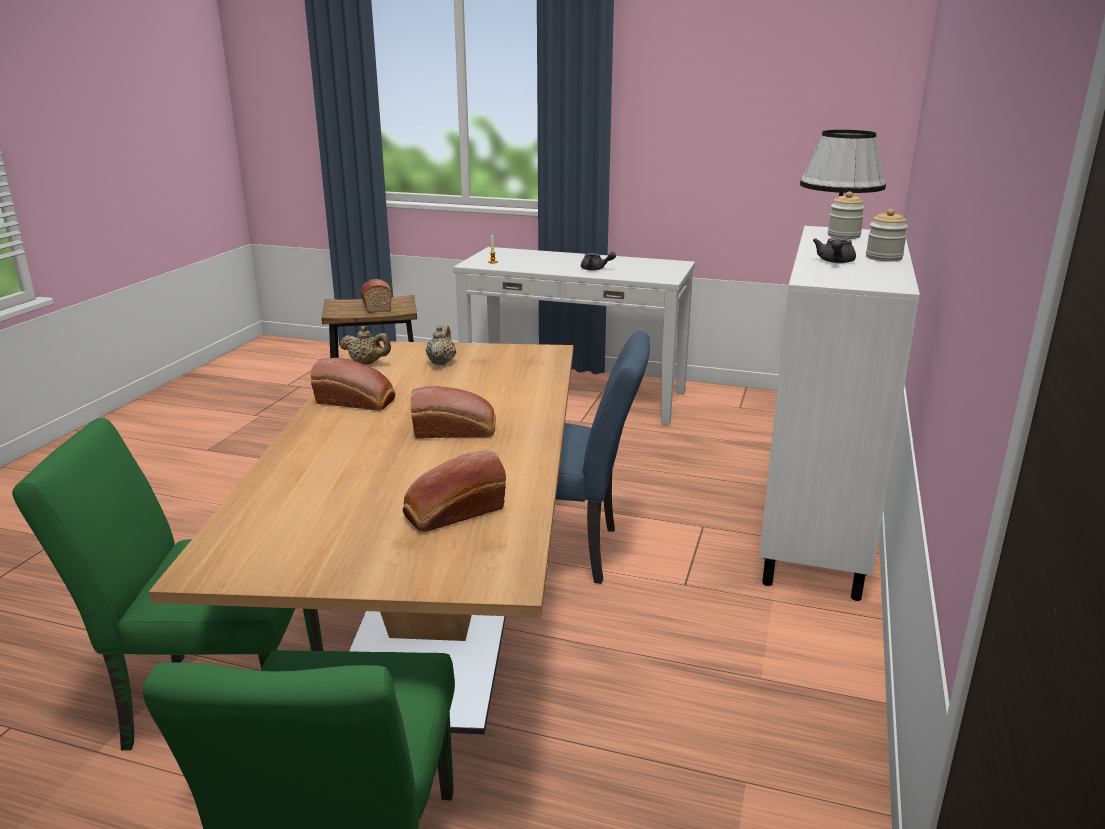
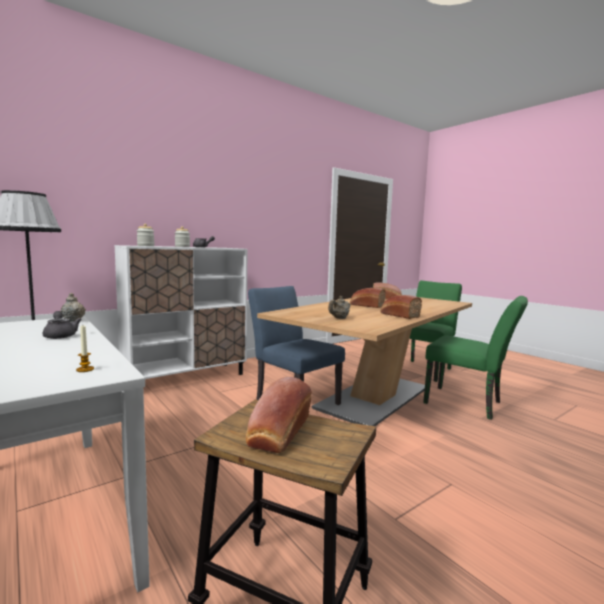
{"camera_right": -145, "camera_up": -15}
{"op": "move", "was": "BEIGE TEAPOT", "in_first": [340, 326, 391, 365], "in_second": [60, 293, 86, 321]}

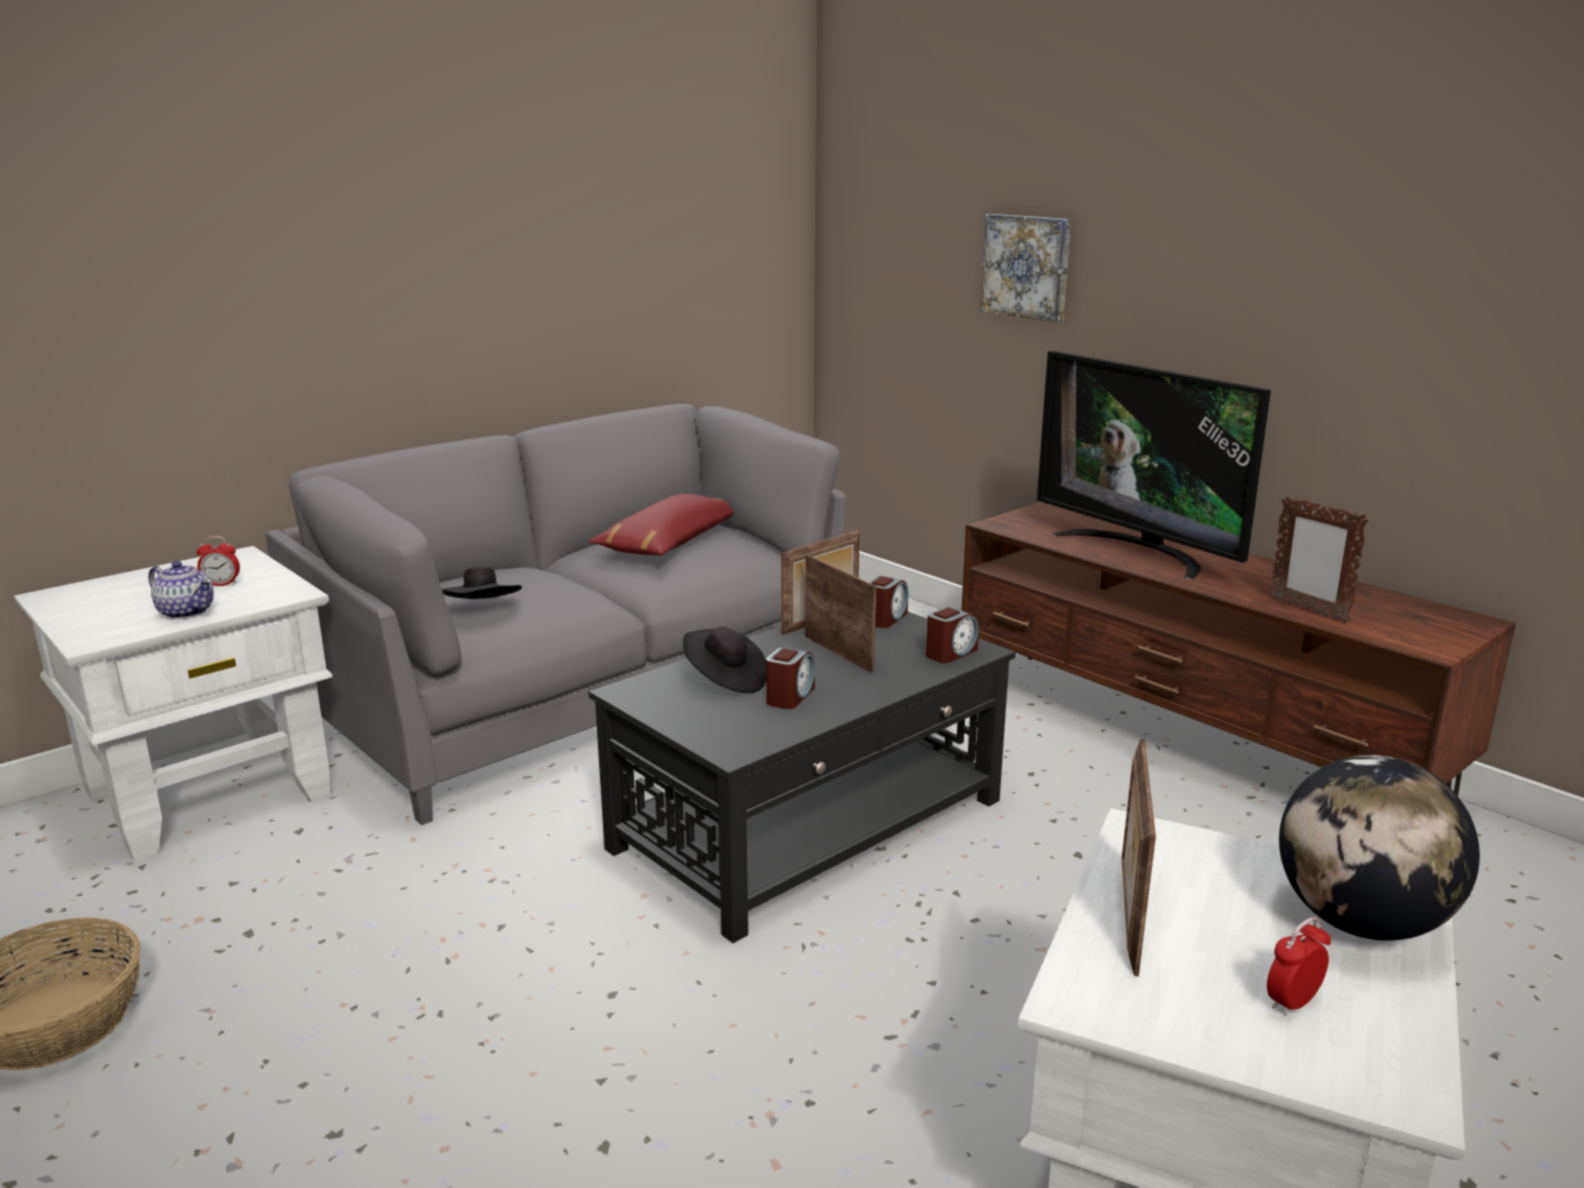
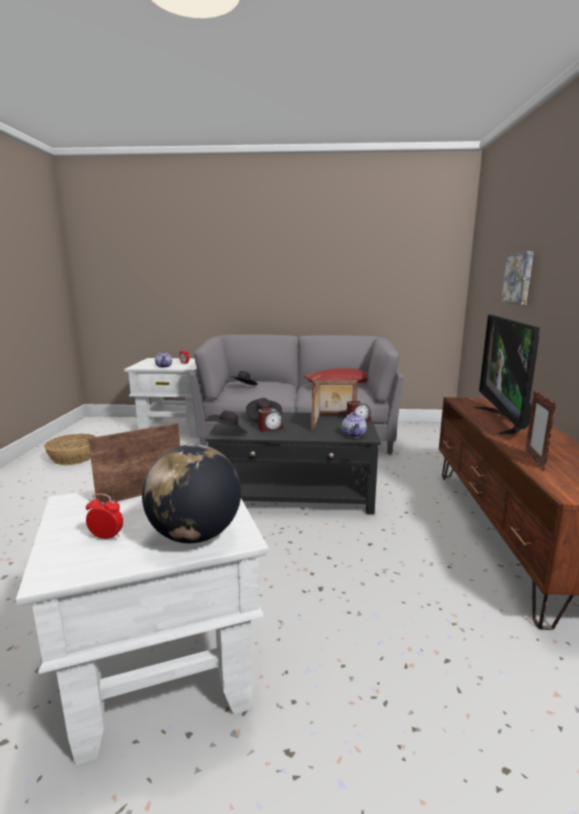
{"camera_right": 45, "camera_up": -5}
{"op": "insert", "now": "BLACK-COLOURED HAT", "in_second": [208, 410, 248, 433]}
{"op": "replace", "was": "TABLE CLOCK", "now": "TEAPOT", "in_first": [926, 607, 979, 663], "in_second": [342, 412, 367, 438]}

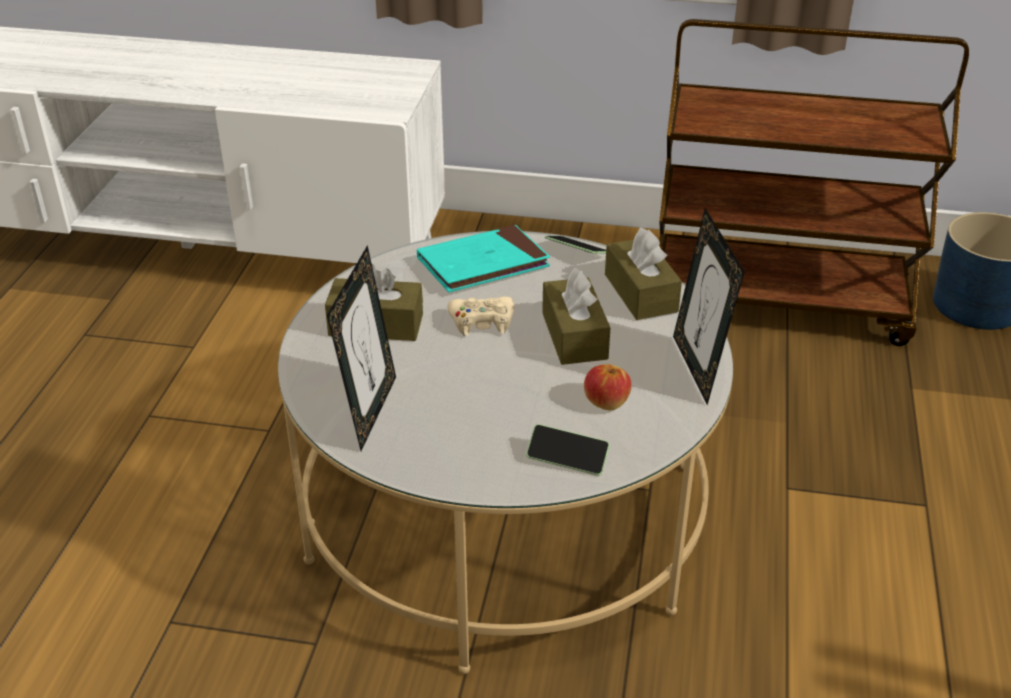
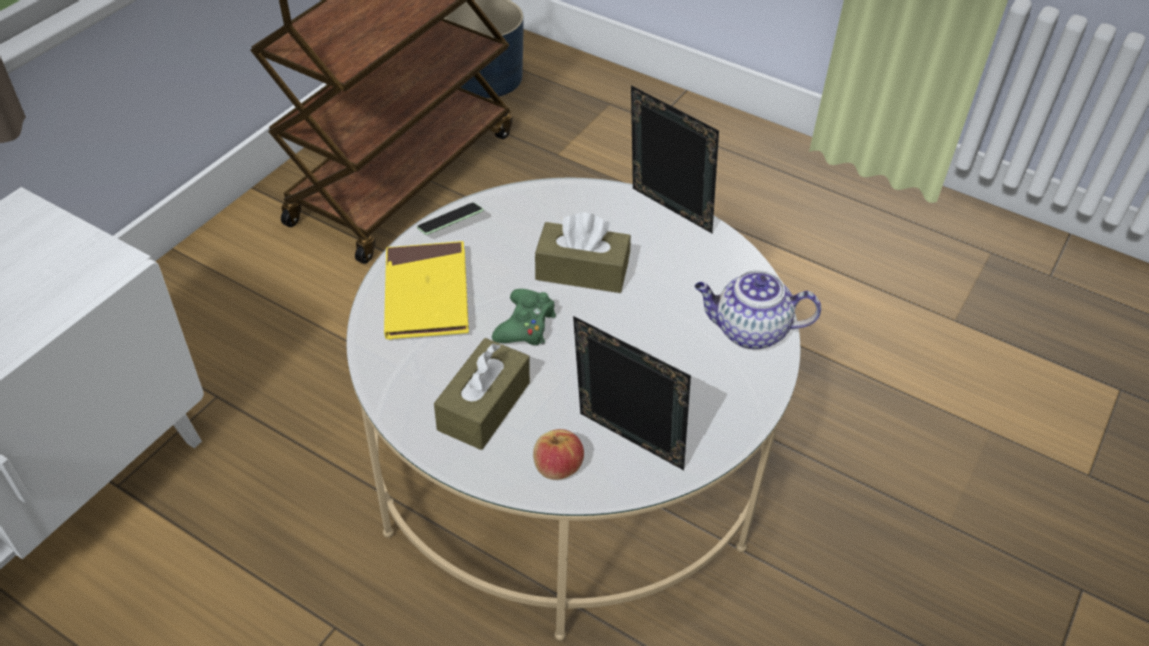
{"camera_right": -70, "camera_up": 10}
{"op": "recolor", "was": "TURQUOISE BOOK", "now": "YELLOW-COLOURED BOOK", "in_first": [417, 225, 550, 292], "in_second": [384, 241, 469, 340]}
{"op": "recolor", "was": "BEIGE GAME CONTROLLER", "now": "GREEN GAME CONTROLLER", "in_first": [447, 296, 514, 336], "in_second": [492, 289, 556, 345]}
{"op": "move", "was": "WHOLE APPLE", "in_first": [584, 364, 632, 410], "in_second": [533, 429, 584, 480]}
{"op": "rotate", "was": "STANDING FRAME", "in_first": [673, 208, 745, 405], "in_second": [631, 85, 719, 233], "clockwise": -150}
{"op": "replace", "was": "HANDSET", "now": "TEAPOT", "in_first": [526, 424, 610, 476], "in_second": [694, 270, 821, 350]}
{"op": "delete", "was": "BROWN TISSUE HOLDER", "in_first": [605, 228, 682, 320]}

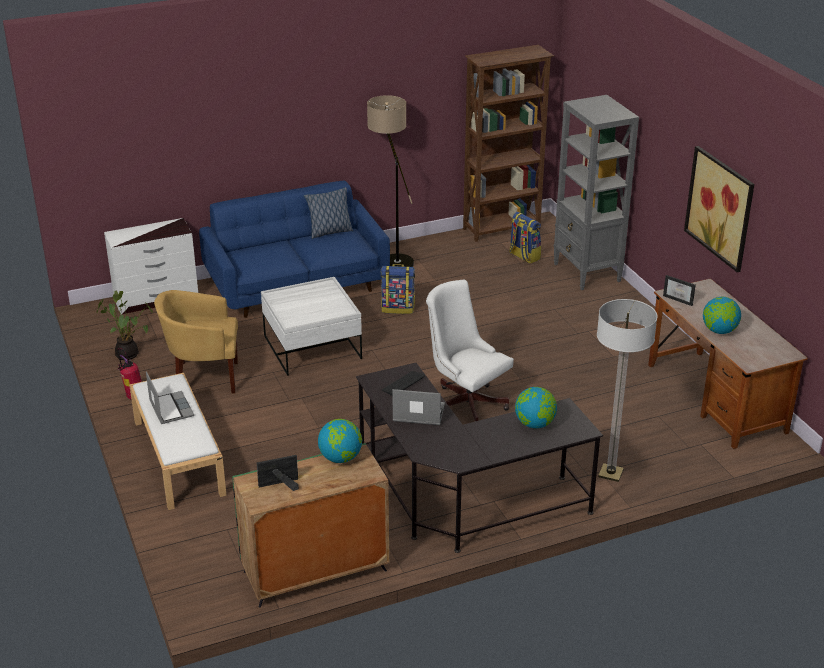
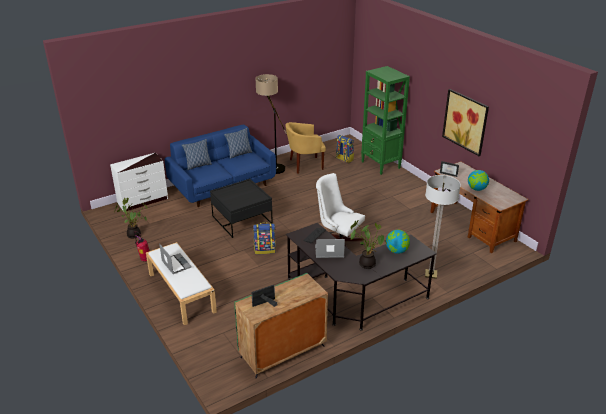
{"camera_right": -10, "camera_up": 0}
{"op": "insert", "now": "THROW PILLOW", "in_second": [181, 139, 212, 170]}
{"op": "recolor", "was": "WHITISH LOUNGE TABLE", "now": "BLACK-COLOURED LOUNGE TABLE", "in_first": [261, 277, 362, 376], "in_second": [210, 179, 273, 238]}
{"op": "move", "was": "BACKPACK", "in_first": [381, 264, 415, 314], "in_second": [253, 222, 276, 254]}
{"op": "move", "was": "YELLOW-COLOURED ARMCHAIR", "in_first": [154, 290, 238, 394], "in_second": [285, 122, 326, 174]}
{"op": "insert", "now": "POTTED PLANT", "in_second": [351, 220, 387, 269]}
{"op": "recolor", "was": "GRAY BOOKCASE", "now": "GREEN BOOKCASE", "in_first": [554, 95, 639, 290], "in_second": [361, 66, 410, 175]}
{"op": "delete", "was": "DESK GLOBE", "in_first": [318, 419, 362, 463]}
{"op": "delete", "was": "BROWN BOOKCASE", "in_first": [463, 45, 554, 242]}

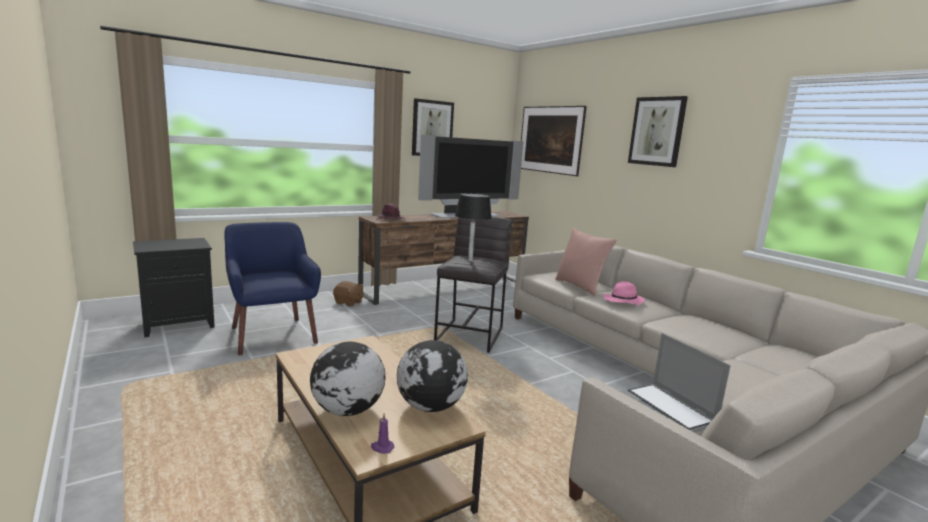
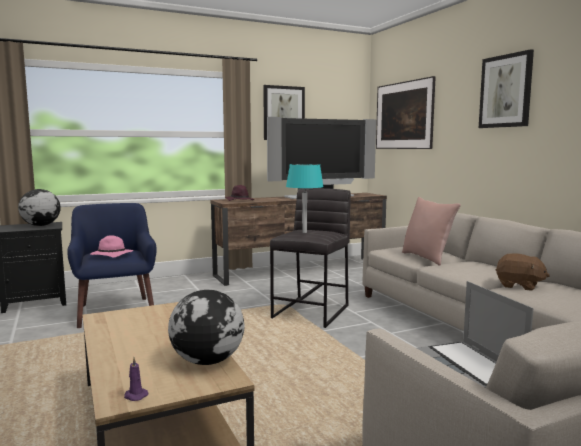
{"camera_right": 10, "camera_up": -5}
{"op": "move", "was": "DESK GLOBE", "in_first": [310, 342, 385, 416], "in_second": [18, 189, 61, 226]}
{"op": "move", "was": "PINKISH HAT", "in_first": [603, 281, 645, 305], "in_second": [90, 235, 133, 258]}
{"op": "recolor", "was": "BLACK-COLOURED TABLE LAMP", "now": "TURQUOISE TABLE LAMP", "in_first": [455, 193, 492, 262], "in_second": [286, 164, 324, 233]}
{"op": "move", "was": "BROWN CUDDLY TOY", "in_first": [333, 281, 363, 307], "in_second": [496, 253, 550, 291]}

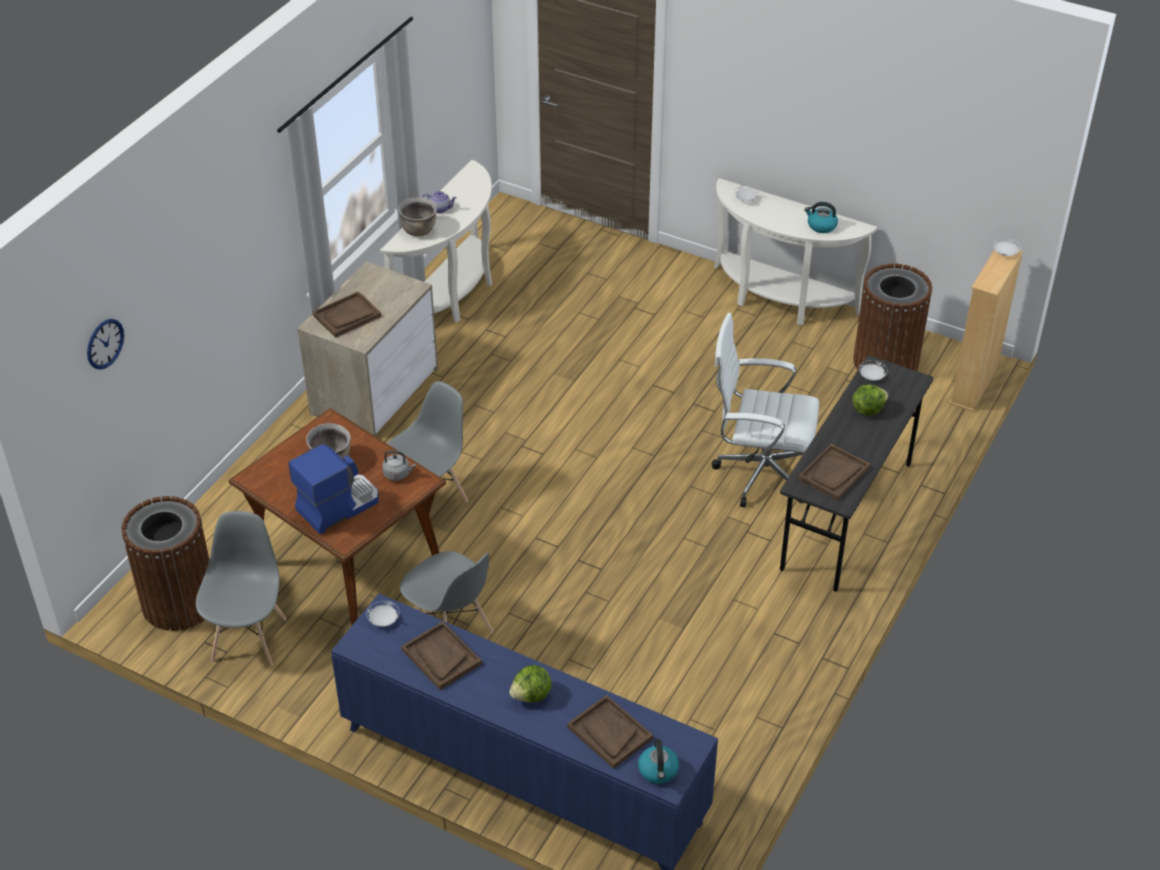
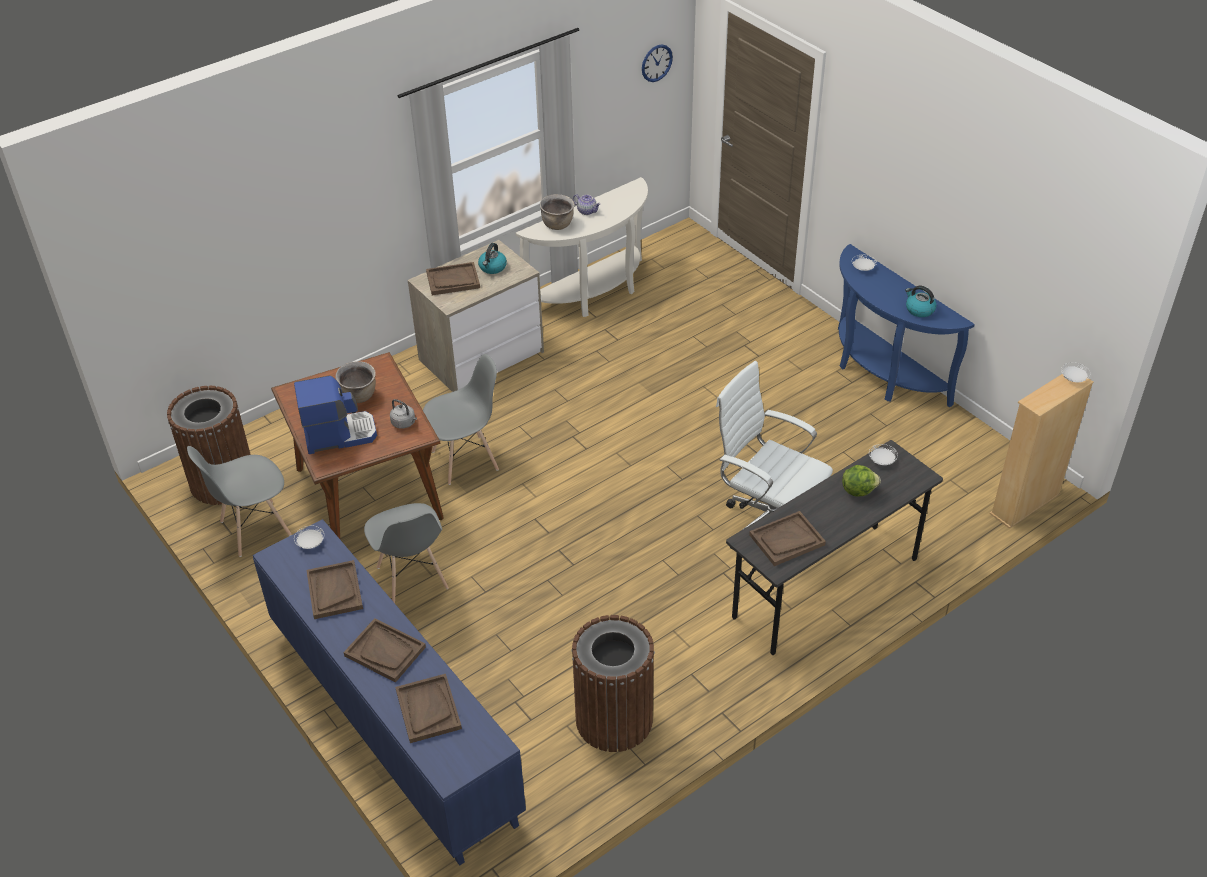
{"camera_right": 25, "camera_up": 0}
{"op": "rotate", "was": "GRAY UPRIGHT CHAIR", "in_first": [196, 511, 287, 666], "in_second": [187, 446, 292, 557], "clockwise": -150}
{"op": "replace", "was": "HEAD OF LETTUCE", "now": "BROWN CARRYING TRAY", "in_first": [509, 665, 552, 703], "in_second": [344, 618, 426, 683]}
{"op": "move", "was": "KETTLE", "in_first": [638, 739, 679, 784], "in_second": [478, 243, 507, 274]}
{"op": "move", "was": "BROWN RUBBISH BIN", "in_first": [853, 264, 932, 371], "in_second": [572, 615, 655, 752]}
{"op": "move", "was": "HANGING CLOCK", "in_first": [87, 319, 124, 370], "in_second": [642, 44, 673, 82]}
{"op": "recolor", "was": "WHITISH NARROW TABLE", "now": "BLUE NARROW TABLE", "in_first": [714, 178, 878, 325], "in_second": [838, 244, 975, 407]}

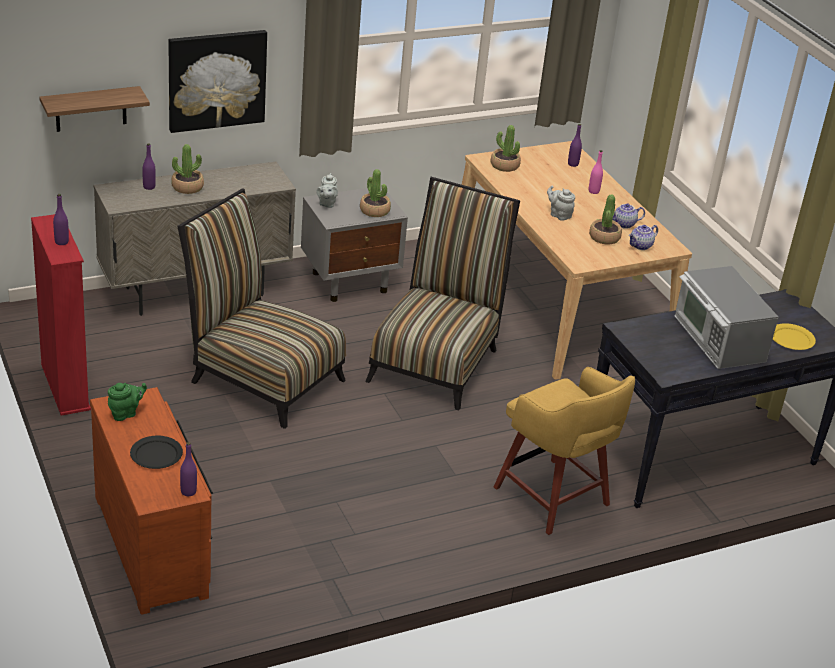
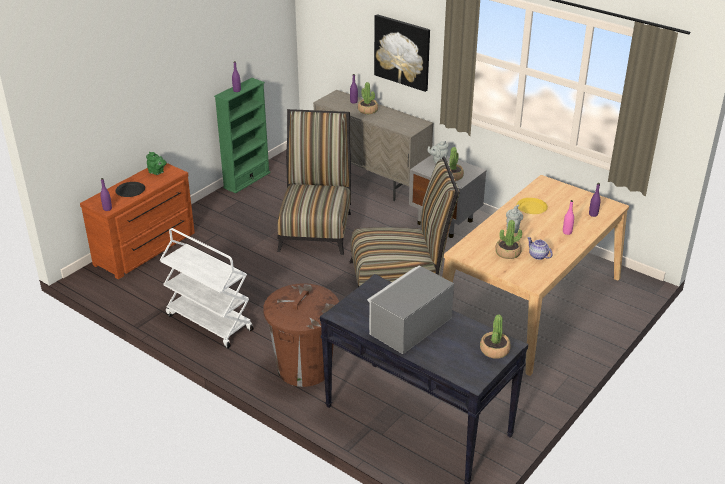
{"camera_right": 65, "camera_up": 0}
{"op": "insert", "now": "WHITISH WHEELED CART", "in_second": [160, 228, 254, 348]}
{"op": "recolor", "was": "REDDISH BOOKCASE", "now": "GREEN BOOKCASE", "in_first": [31, 214, 91, 416], "in_second": [214, 78, 271, 193]}
{"op": "replace", "was": "YELLOW-COLOURED SITTING STOOL", "now": "BROWN RUBBISH BIN", "in_first": [494, 367, 635, 535], "in_second": [263, 283, 339, 387]}
{"op": "move", "was": "POTTED PLANT", "in_first": [491, 125, 521, 172], "in_second": [480, 315, 511, 359]}
{"op": "move", "was": "YELLOW-COLOURED FLAT DISH", "in_first": [773, 323, 816, 350], "in_second": [517, 198, 548, 214]}
{"op": "delete", "was": "SHELF", "in_first": [39, 86, 150, 132]}
{"op": "delete", "was": "TEAPOT", "in_first": [629, 225, 658, 250]}

